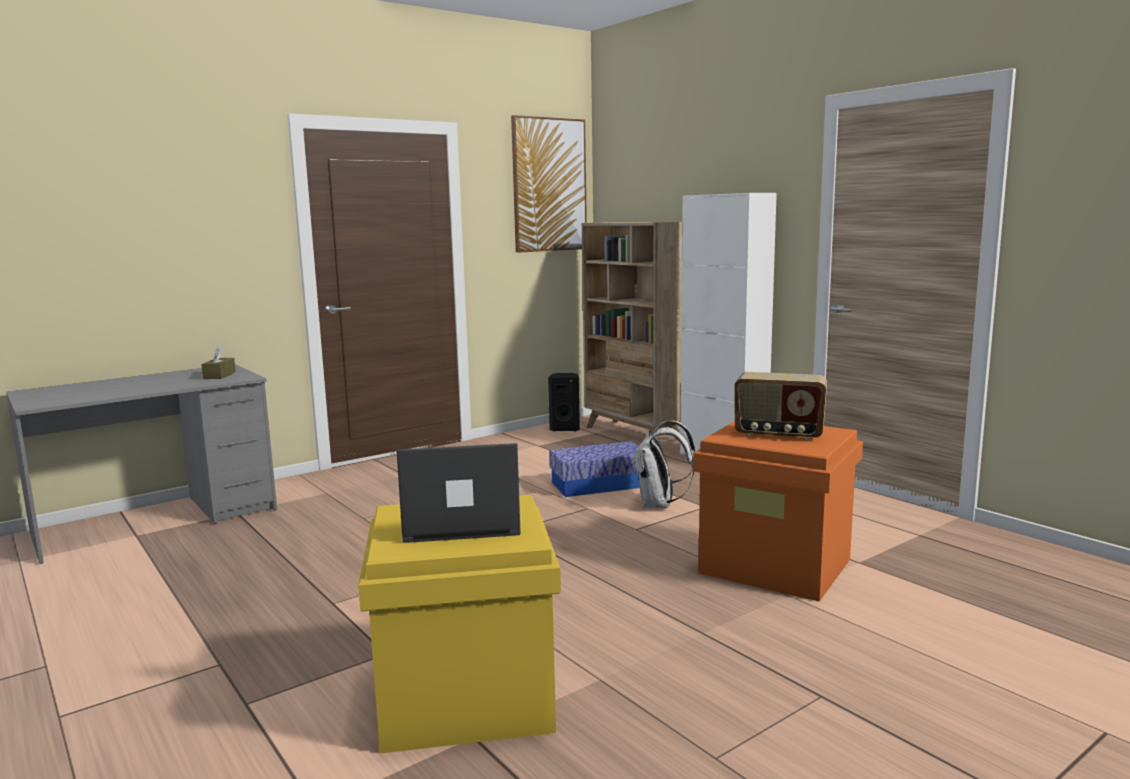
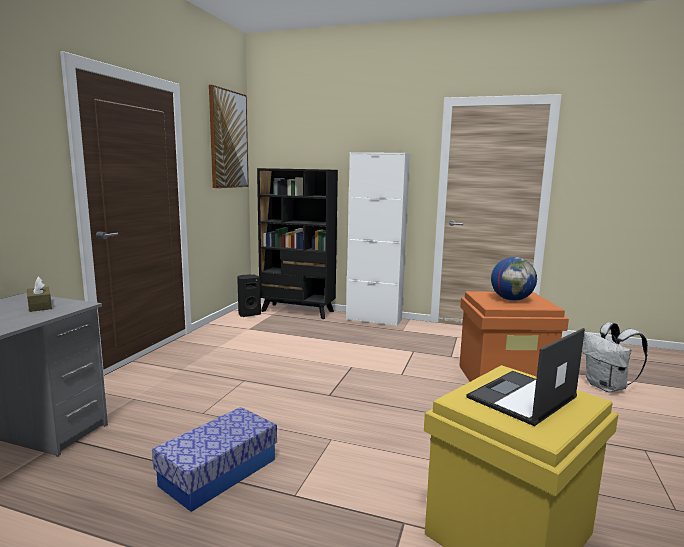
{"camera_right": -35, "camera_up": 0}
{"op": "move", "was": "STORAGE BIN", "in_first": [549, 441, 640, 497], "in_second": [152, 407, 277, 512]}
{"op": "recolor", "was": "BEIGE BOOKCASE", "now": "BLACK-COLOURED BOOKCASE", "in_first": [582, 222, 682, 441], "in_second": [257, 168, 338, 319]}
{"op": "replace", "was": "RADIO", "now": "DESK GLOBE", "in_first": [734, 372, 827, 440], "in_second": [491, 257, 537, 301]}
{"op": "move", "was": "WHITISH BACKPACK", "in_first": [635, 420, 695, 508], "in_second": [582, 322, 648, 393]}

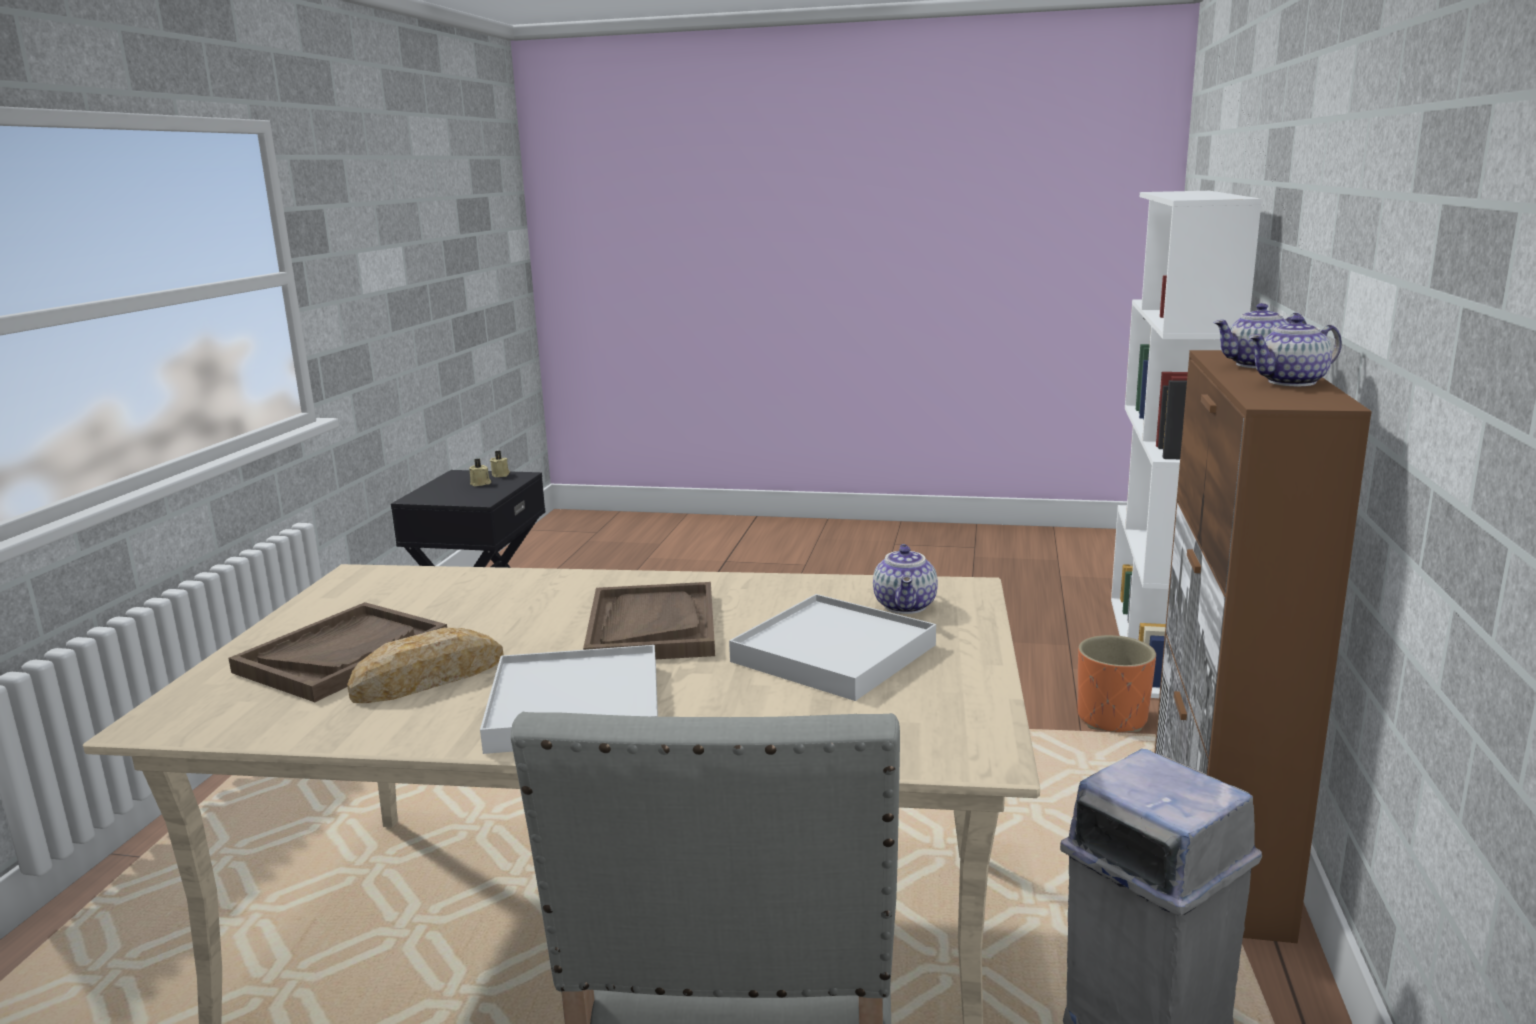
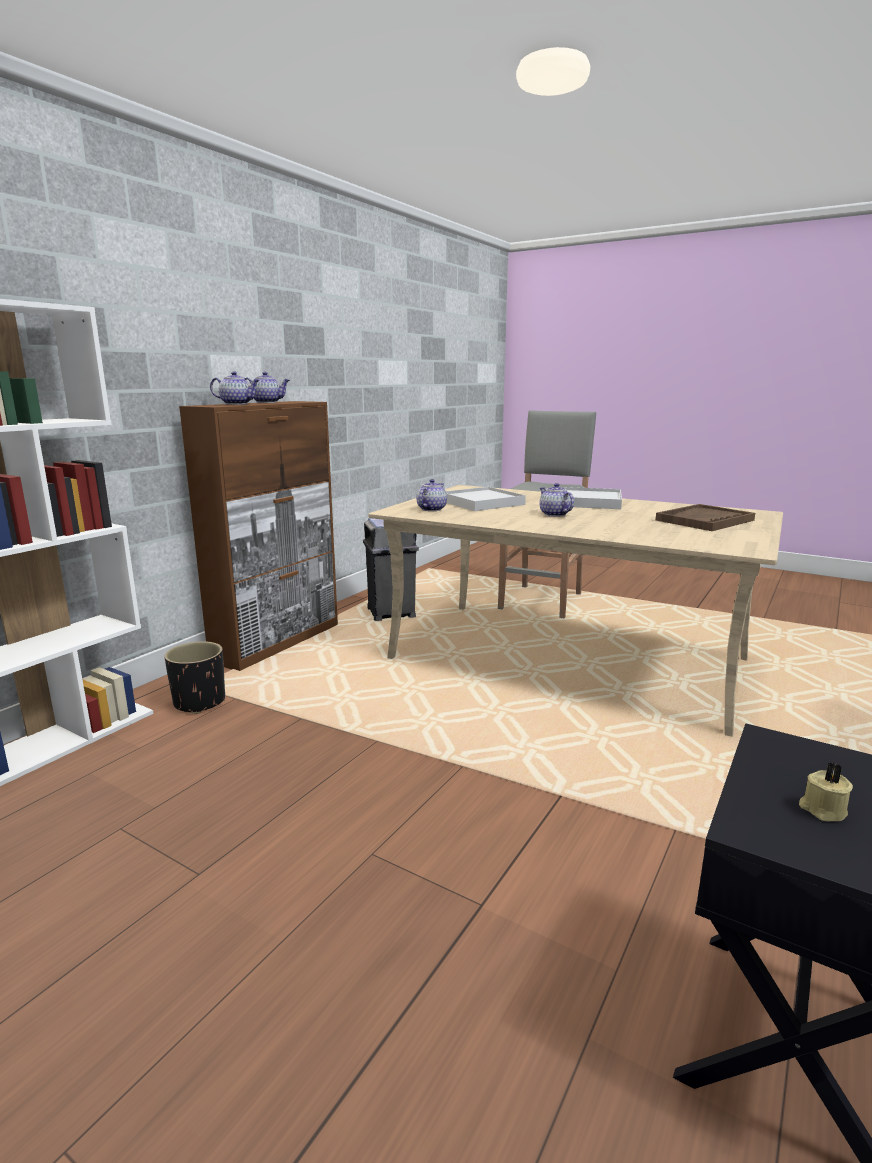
{"camera_right": -160, "camera_up": 0}
{"op": "recolor", "was": "ORANGEY PLANTER", "now": "BLACK-COLOURED PLANTER", "in_first": [1077, 635, 1156, 732], "in_second": [164, 641, 225, 714]}
{"op": "replace", "was": "BROWN CARRYING TRAY", "now": "TEAPOT", "in_first": [583, 582, 715, 659], "in_second": [540, 483, 574, 517]}
{"op": "delete", "was": "BREAD", "in_first": [347, 628, 504, 703]}
{"op": "delete", "was": "BEIGE WAX LIGHT", "in_first": [490, 451, 510, 477]}

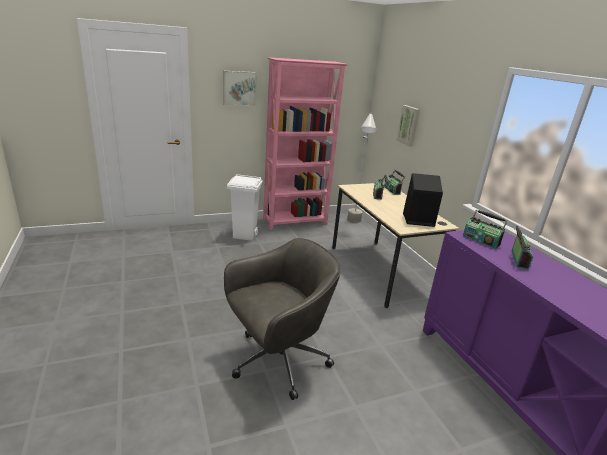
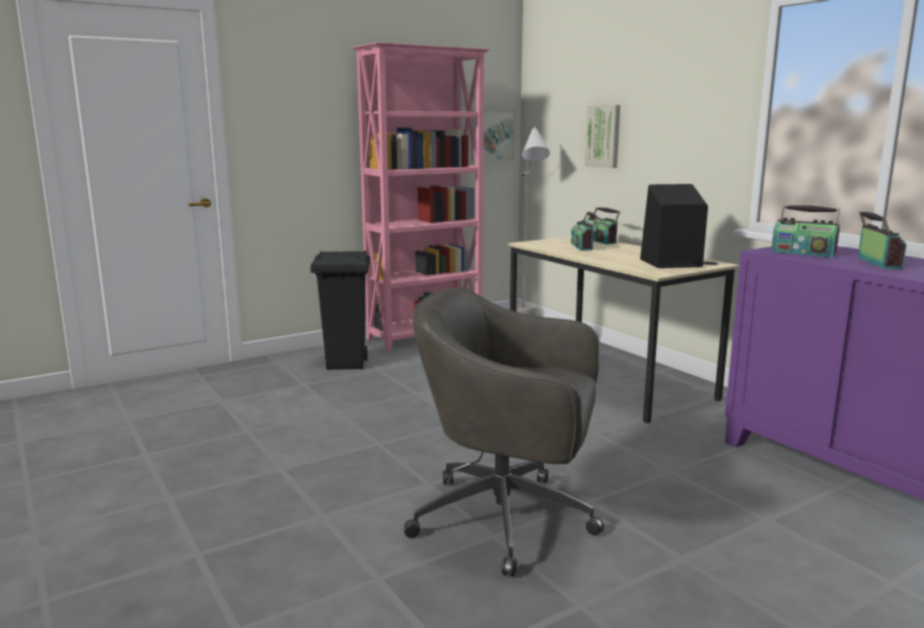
{"camera_right": -10, "camera_up": -10}
{"op": "recolor", "was": "WHITISH RUBBISH BIN", "now": "BLACK-COLOURED RUBBISH BIN", "in_first": [227, 174, 263, 241], "in_second": [311, 250, 370, 370]}
{"op": "rotate", "was": "GRAY COMPUTER CHAIR", "in_first": [224, 238, 341, 400], "in_second": [404, 288, 604, 577], "clockwise": -120}
{"op": "move", "was": "WALL PICTURE", "in_first": [223, 71, 257, 106], "in_second": [471, 111, 515, 161]}

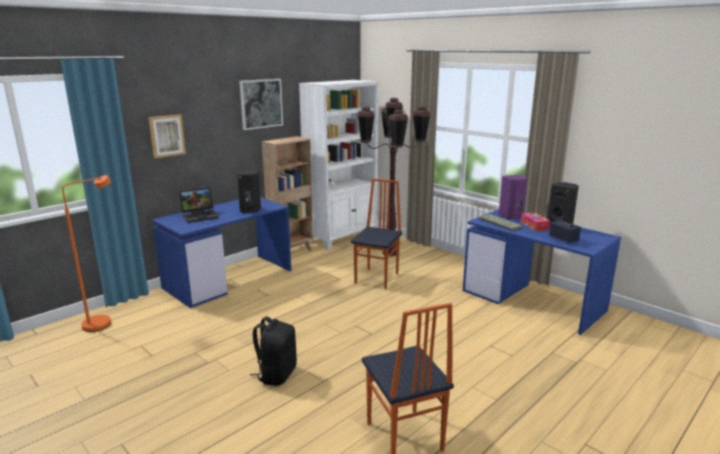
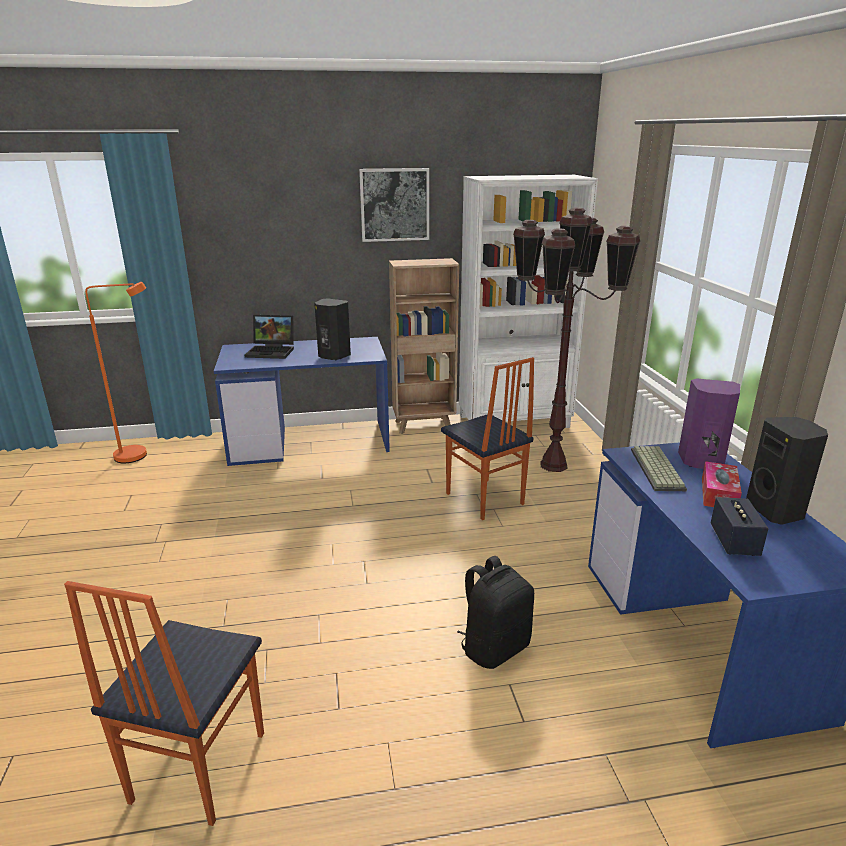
{"camera_right": 35, "camera_up": 5}
{"op": "rotate", "was": "UPRIGHT CHAIR", "in_first": [351, 179, 402, 289], "in_second": [441, 357, 534, 520], "clockwise": 90}
{"op": "move", "was": "BLACK-COLOURED BACKPACK", "in_first": [250, 316, 297, 386], "in_second": [457, 556, 534, 669]}
{"op": "delete", "was": "WALL PICTURE", "in_first": [148, 114, 186, 158]}

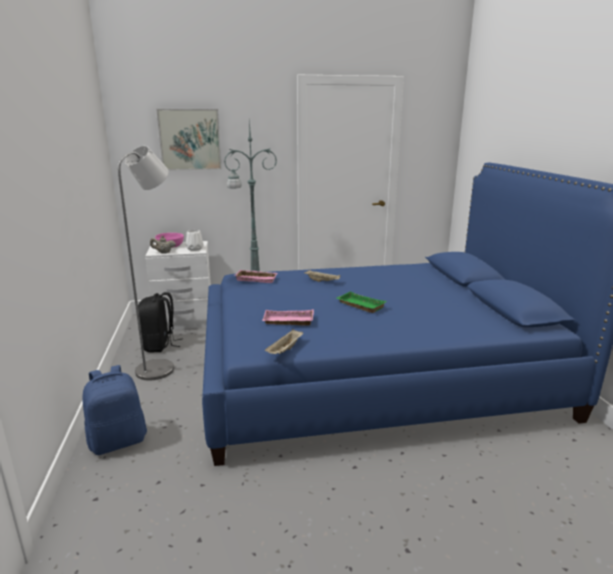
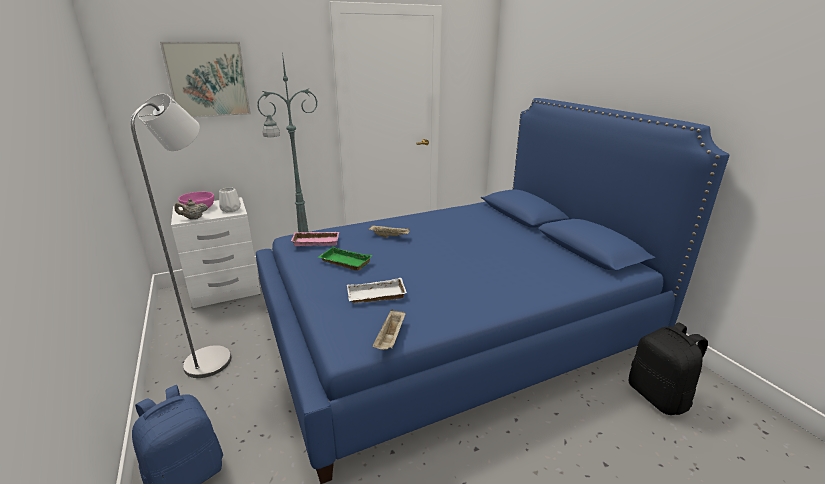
{"camera_right": -15, "camera_up": 5}
{"op": "move", "was": "GREEN CARRYING TRAY", "in_first": [337, 291, 387, 313], "in_second": [318, 247, 372, 271]}
{"op": "recolor", "was": "PINKISH CARRYING TRAY", "now": "WHITISH CARRYING TRAY", "in_first": [262, 310, 314, 325], "in_second": [347, 278, 407, 303]}
{"op": "move", "was": "BLACK-COLOURED BACKPACK", "in_first": [138, 292, 183, 352], "in_second": [629, 322, 708, 415]}

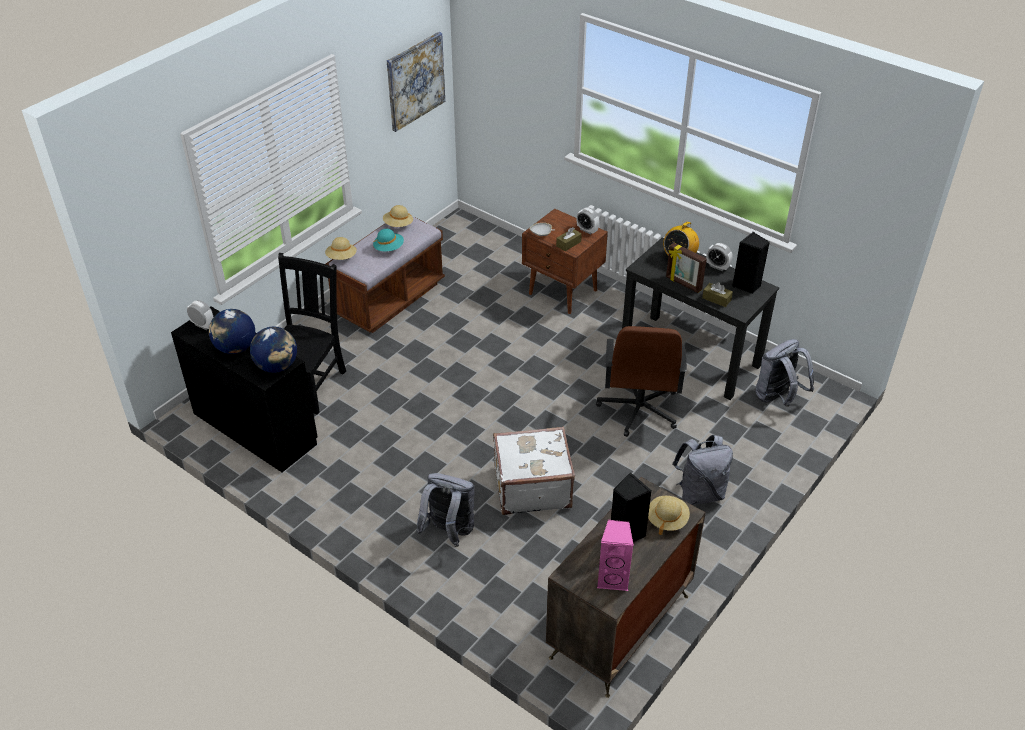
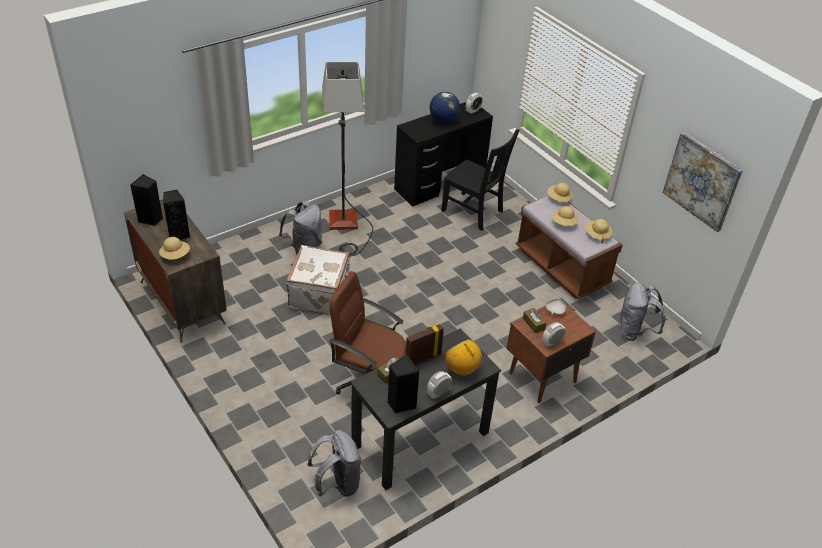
{"camera_right": 105, "camera_up": 0}
{"op": "recolor", "was": "PINKISH LOUDSPEAKER", "now": "BLACK-COLOURED LOUDSPEAKER", "in_first": [597, 520, 634, 591], "in_second": [130, 174, 163, 226]}
{"op": "insert", "now": "STANDARD LAMP", "in_second": [322, 62, 373, 256]}
{"op": "recolor", "was": "TURQUOISE HAT", "now": "BEIGE HAT", "in_first": [373, 229, 404, 251], "in_second": [552, 206, 578, 226]}
{"op": "move", "was": "GRAY BACKPACK", "in_first": [672, 435, 733, 505], "in_second": [620, 282, 665, 341]}
{"op": "delete", "was": "DESK GLOBE", "in_first": [250, 327, 297, 373]}

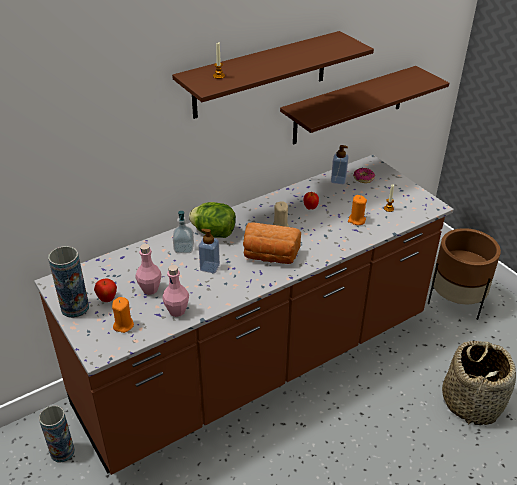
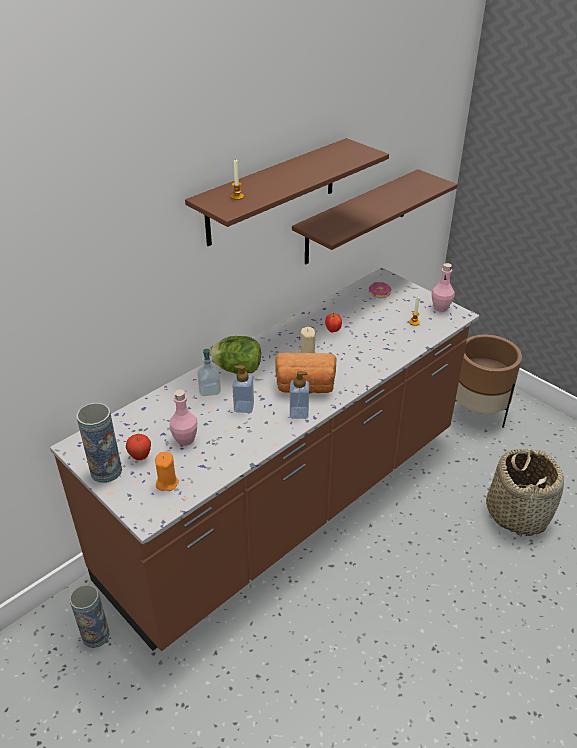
{"camera_right": -10, "camera_up": 0}
{"op": "move", "was": "SOAP BOTTLE", "in_first": [331, 145, 349, 184], "in_second": [290, 371, 309, 419]}
{"op": "move", "was": "PINKISH BEVERAGE BOTTLE", "in_first": [162, 265, 189, 317], "in_second": [432, 263, 455, 312]}
{"op": "delete", "was": "ORANGEY WAX LIGHT", "in_first": [348, 195, 367, 225]}

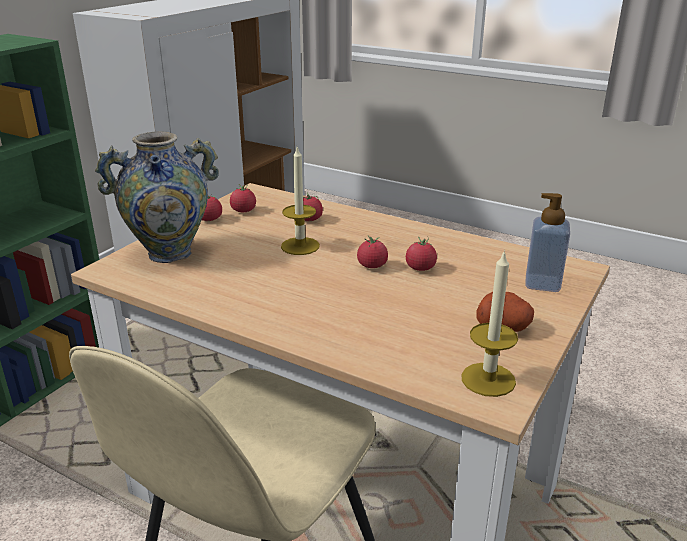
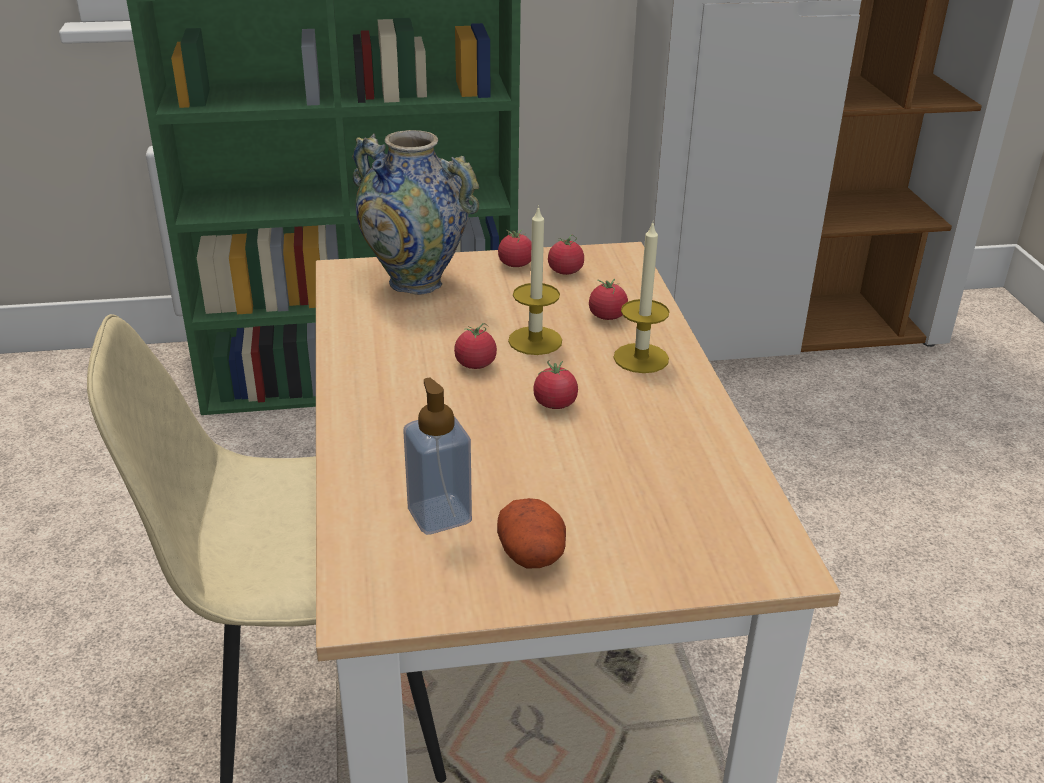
{"camera_right": 50, "camera_up": 5}
{"op": "move", "was": "SOAP BOTTLE", "in_first": [525, 193, 570, 292], "in_second": [403, 378, 472, 535]}
{"op": "move", "was": "FRESH TOMATO", "in_first": [406, 236, 437, 271], "in_second": [454, 323, 497, 369]}
{"op": "move", "was": "WAX LIGHT", "in_first": [461, 250, 518, 397], "in_second": [613, 222, 669, 373]}

